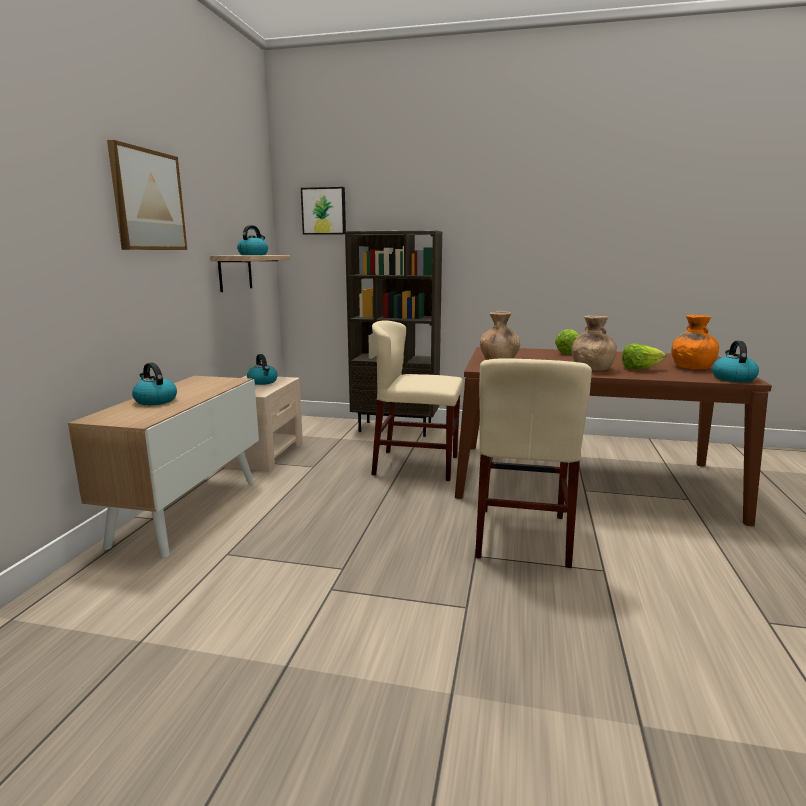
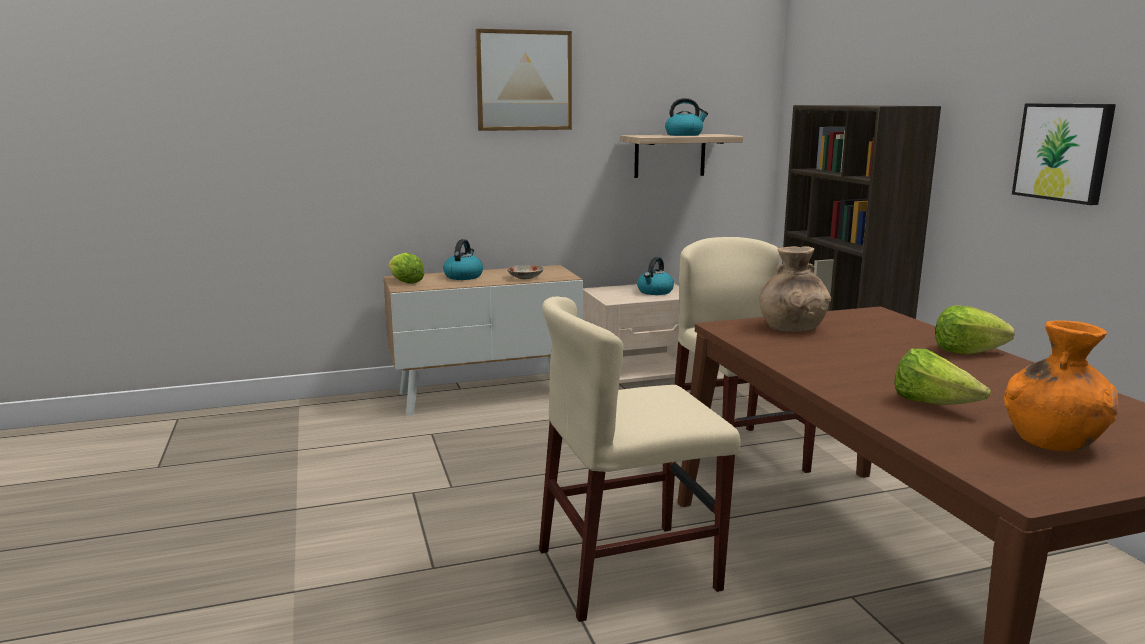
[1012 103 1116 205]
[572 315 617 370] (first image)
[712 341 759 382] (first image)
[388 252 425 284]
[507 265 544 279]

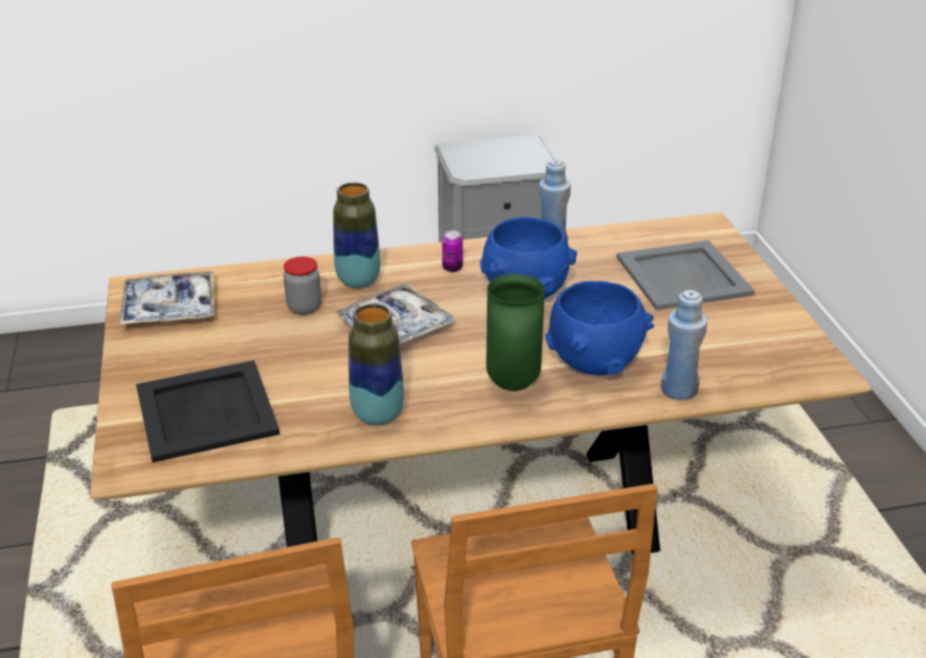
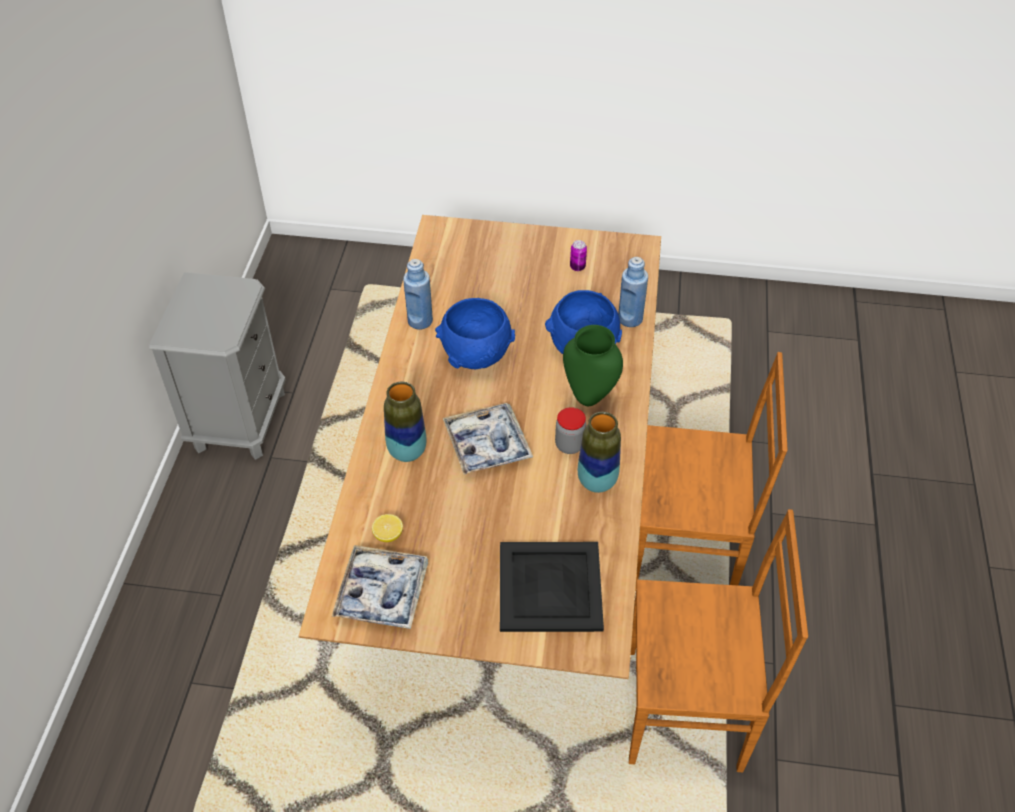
[570 240 587 271]
[617 240 755 310] (first image)
[555 407 586 454]
[372 514 403 542]

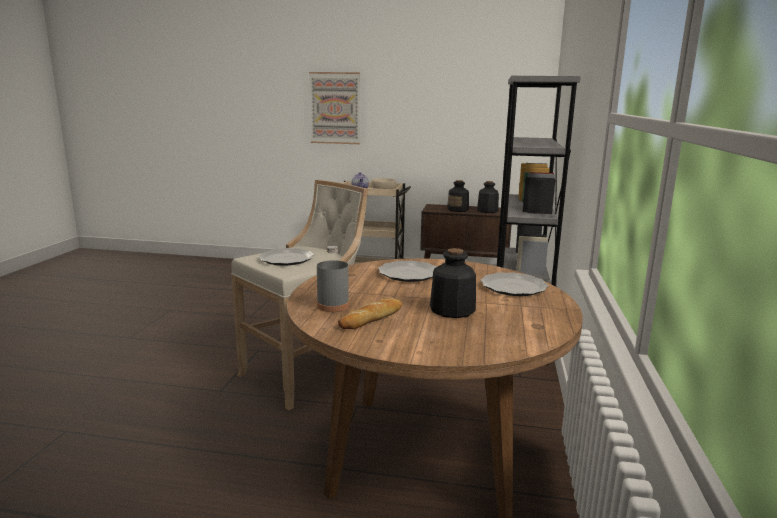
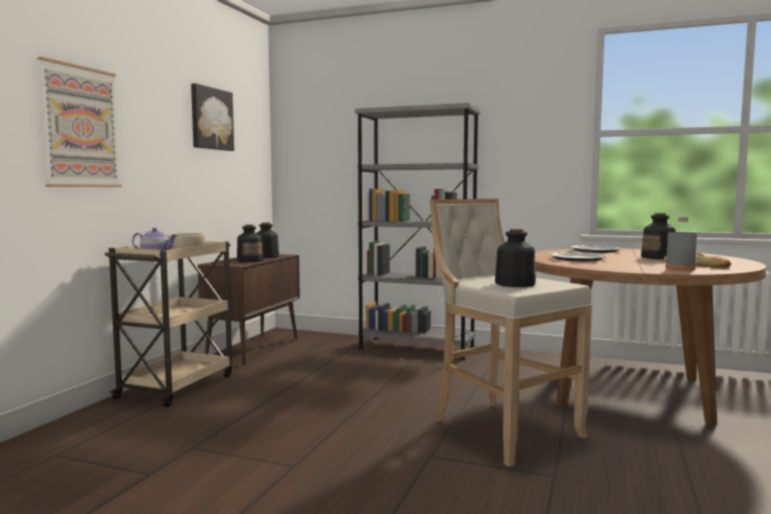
[495 229 536 287]
[191 83 234 151]

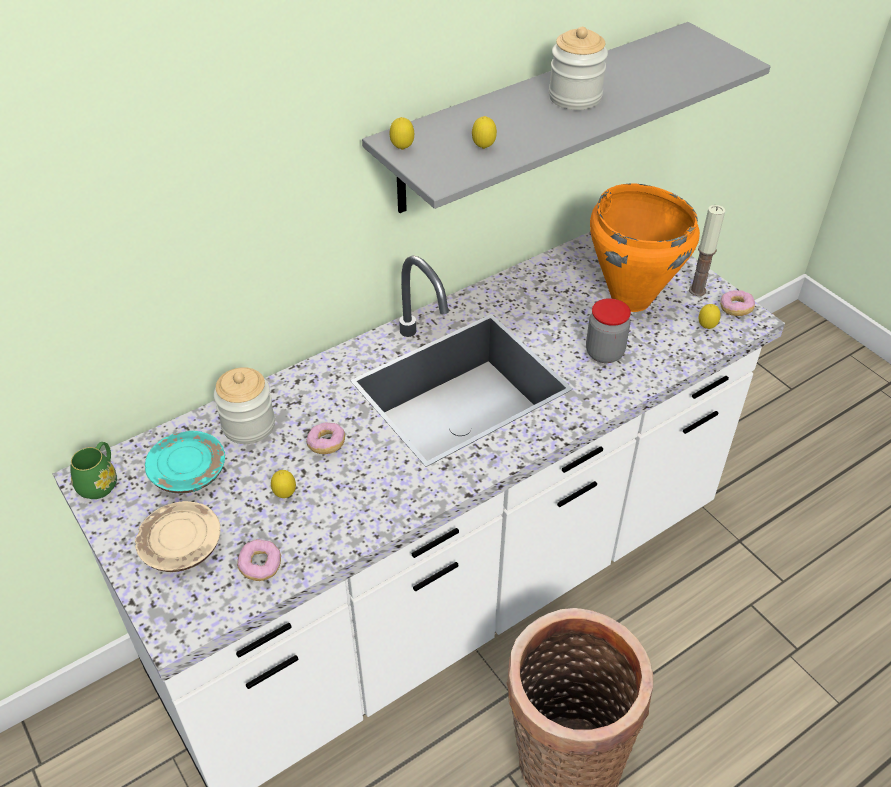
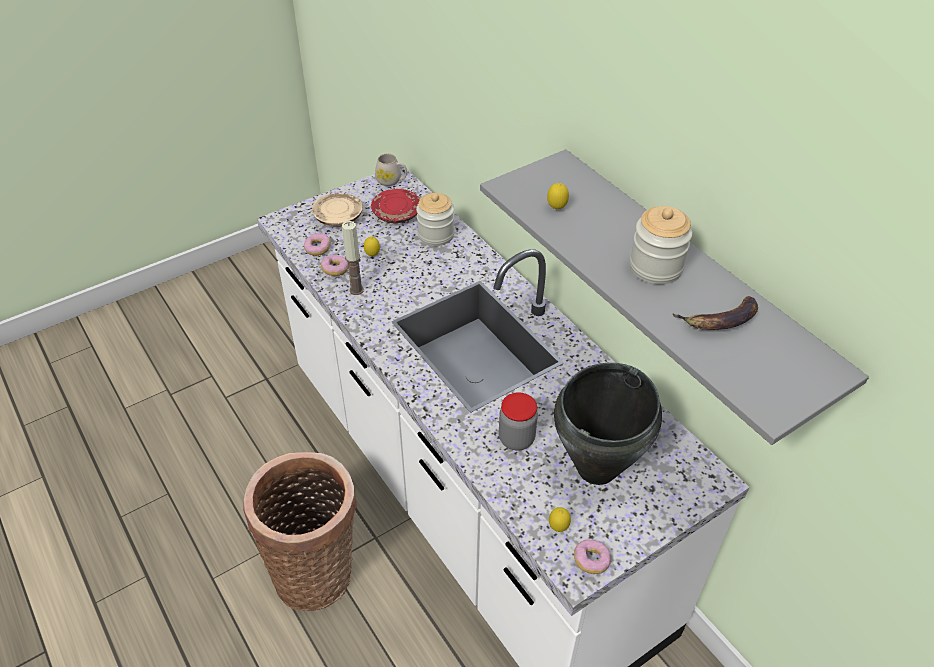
[390 117 414 150] (first image)
[554 363 662 485]
[342 221 364 295]
[321 255 348 276]
[371 189 420 223]
[375 154 407 186]
[672 296 758 330]

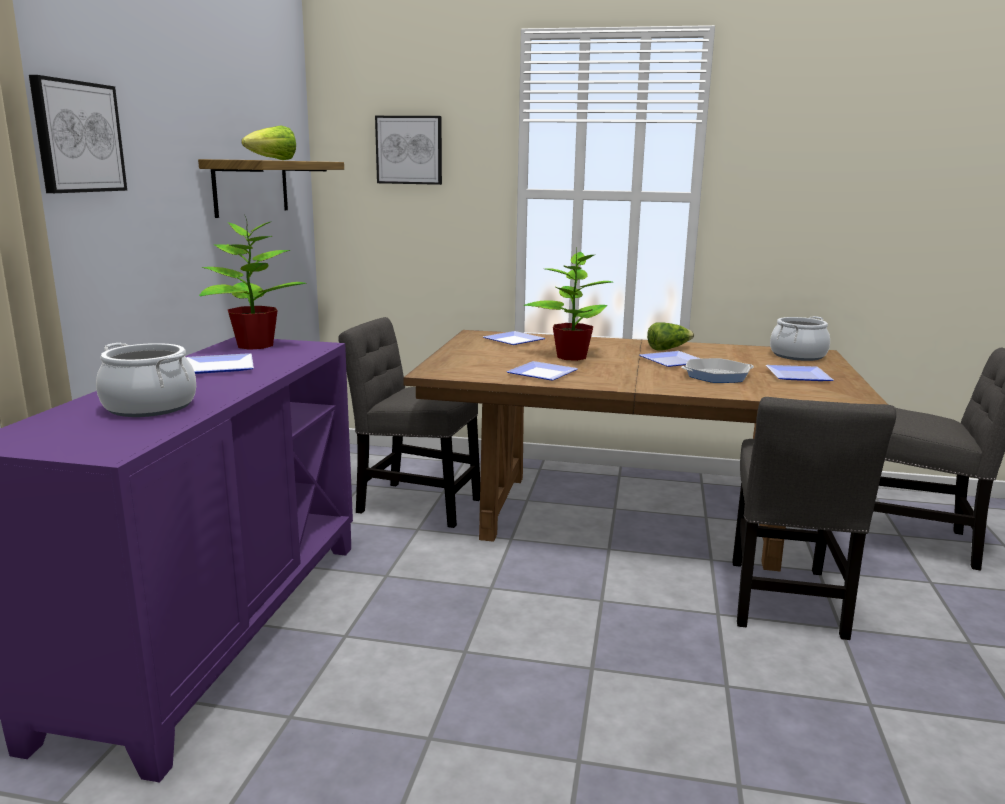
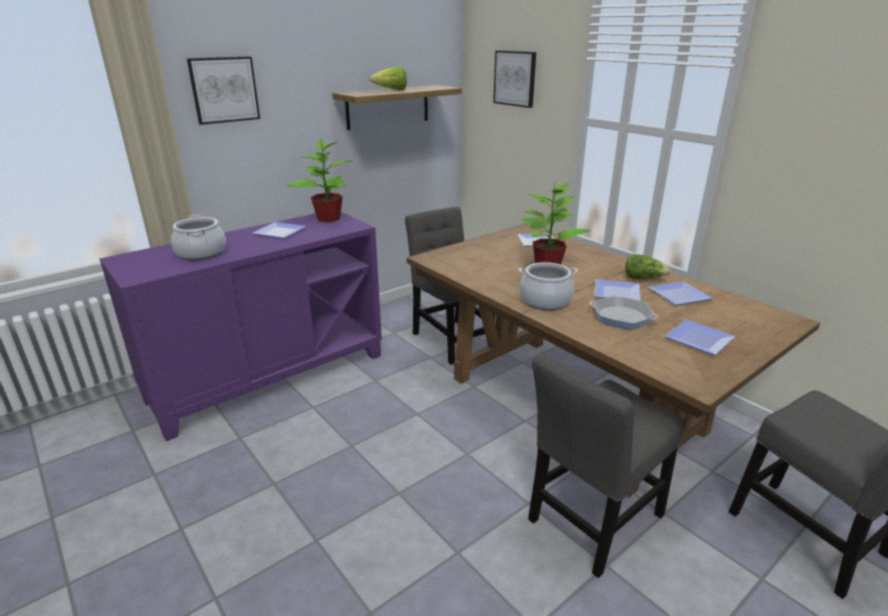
[518 262 578 310]
[648 281 713 305]

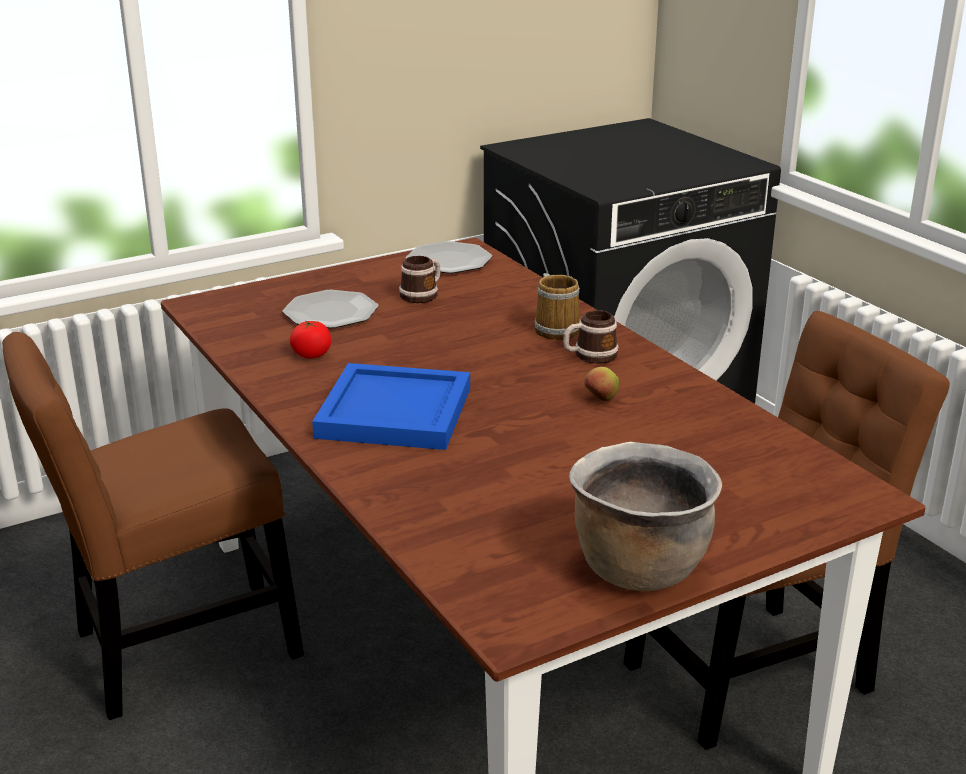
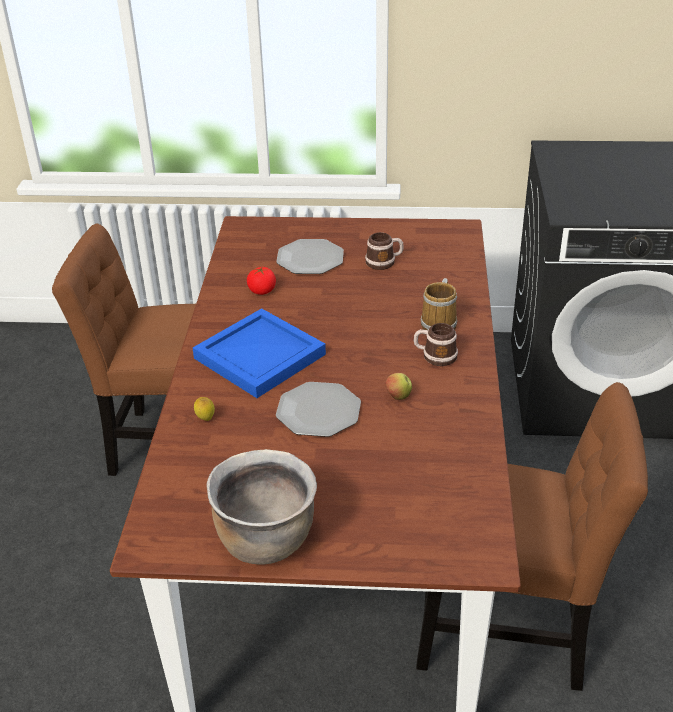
[276 382 361 437]
[194 397 215 421]

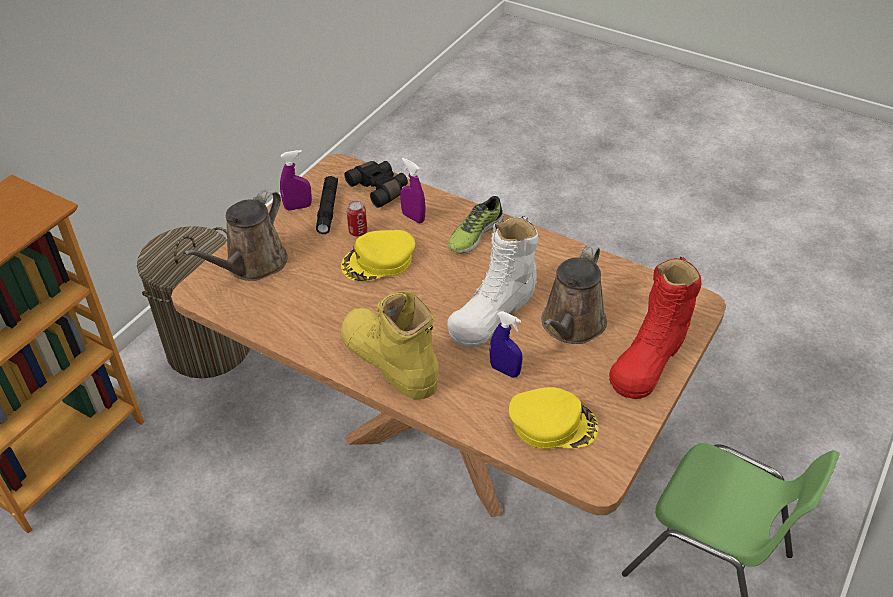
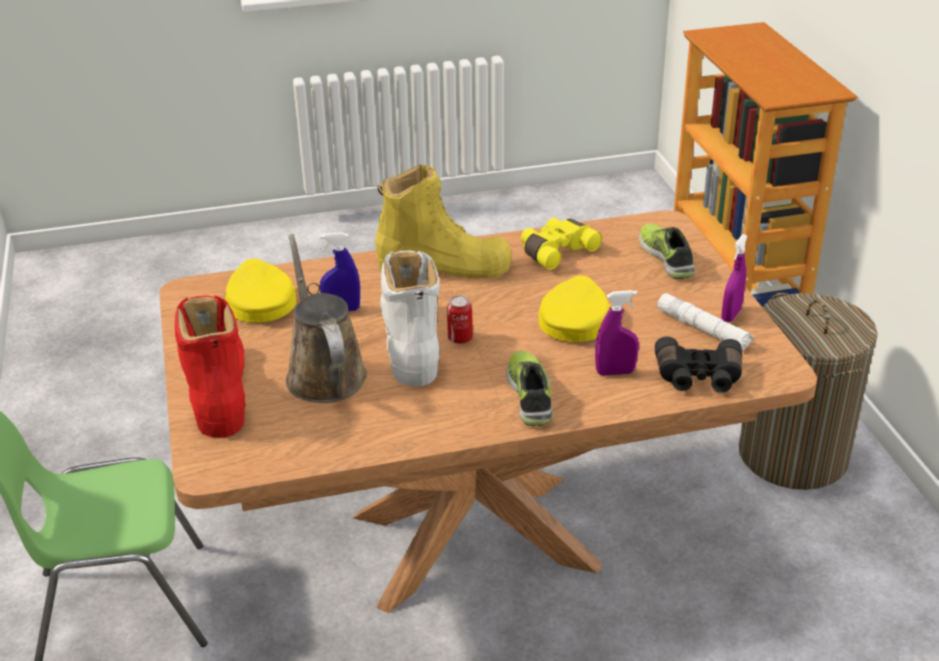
[657 293 754 350]
[639 224 695 279]
[447 295 473 344]
[225 259 296 323]
[521 218 602 270]

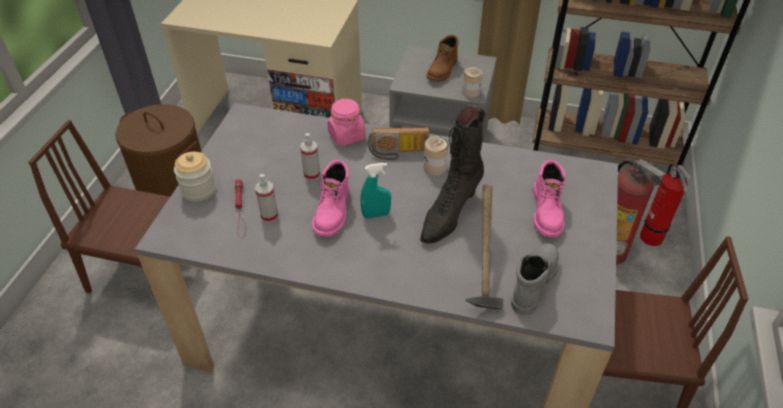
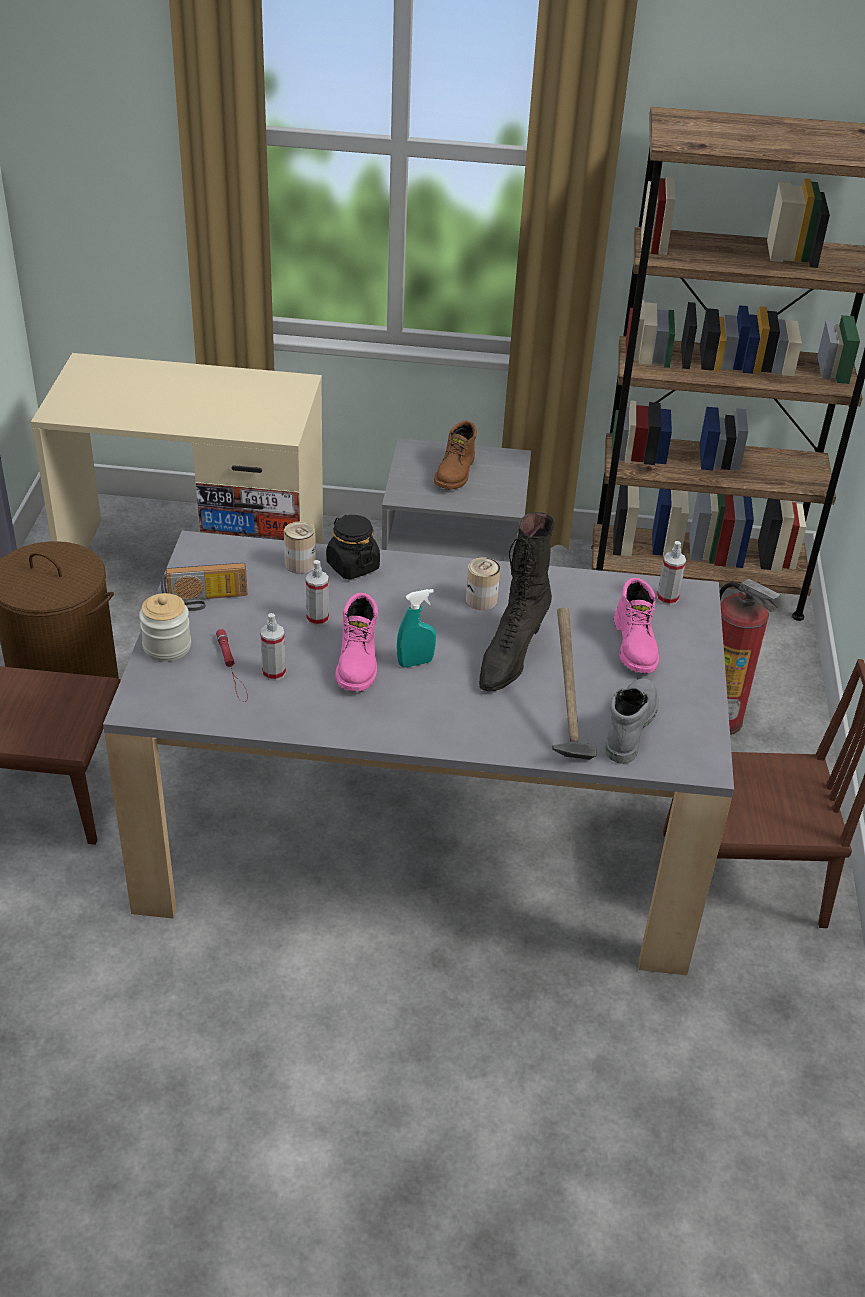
[284 522 316 573]
[326 515 380 579]
[161 563 247 611]
[640 164 691 246] (first image)
[657 541 686 605]

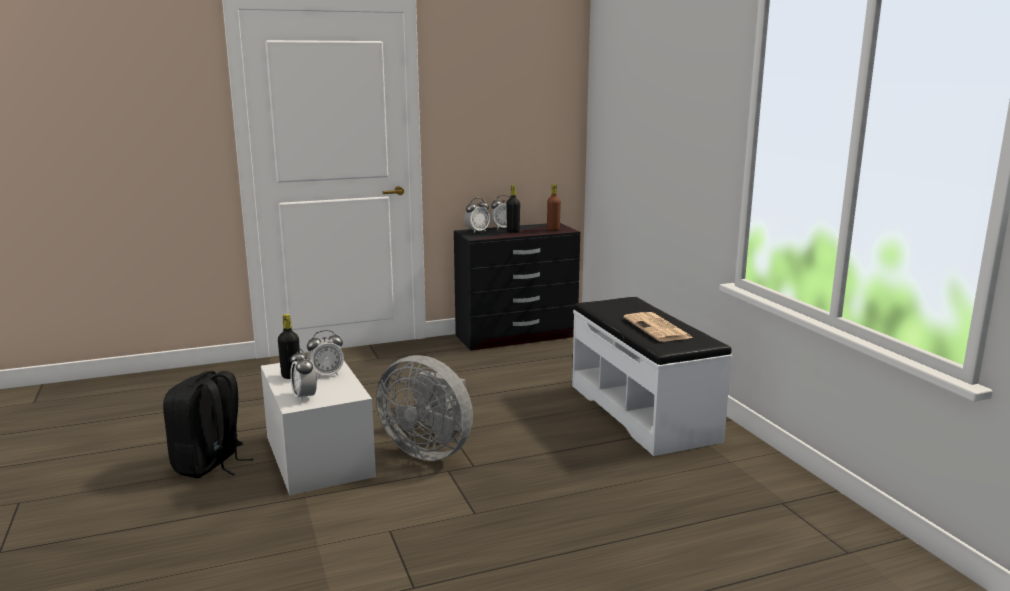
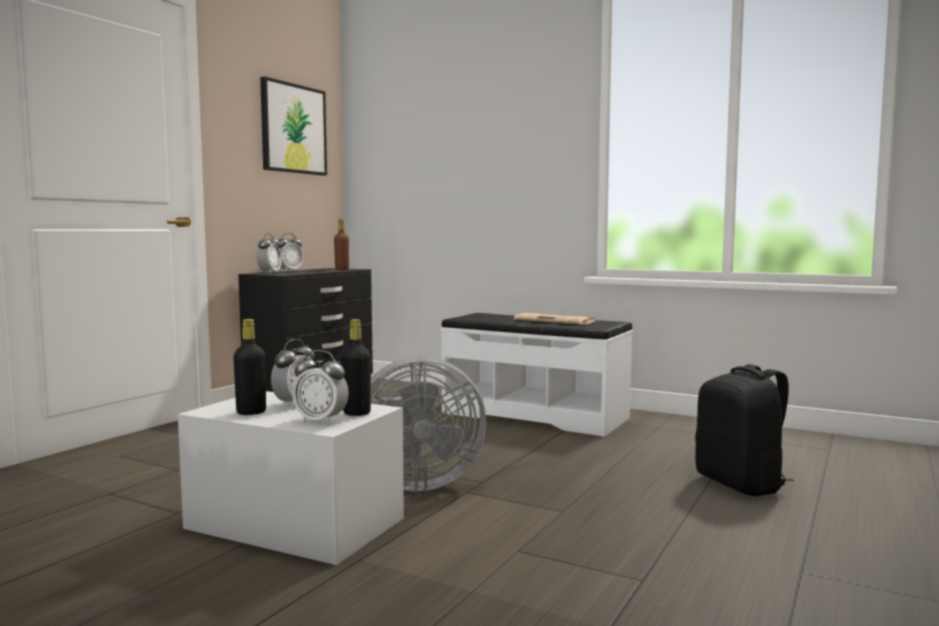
[341 319 371 416]
[695 364 793 496]
[260 76 327 176]

